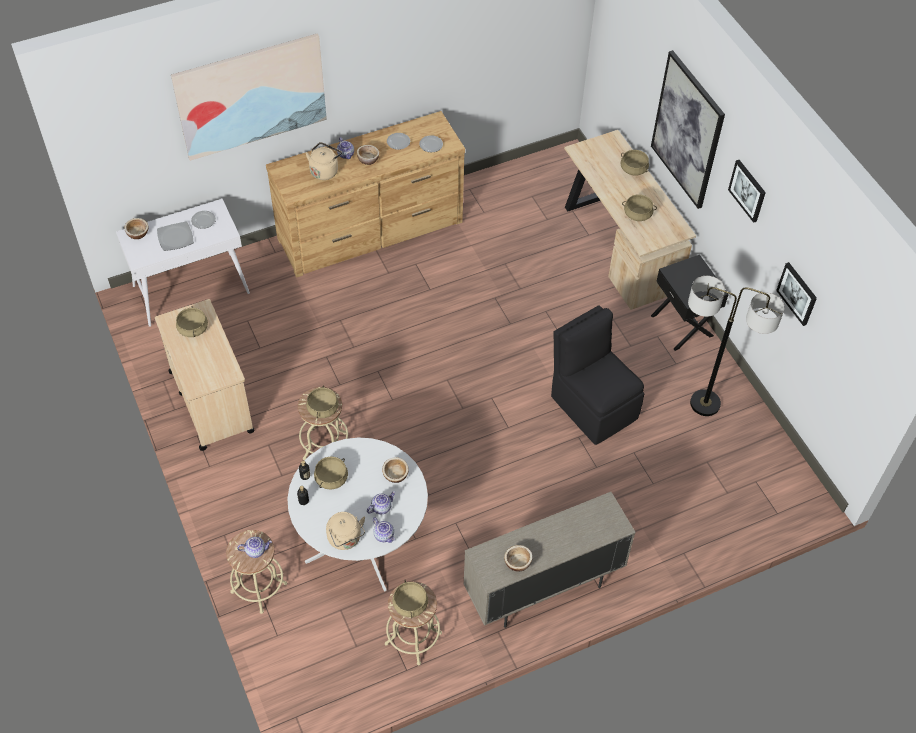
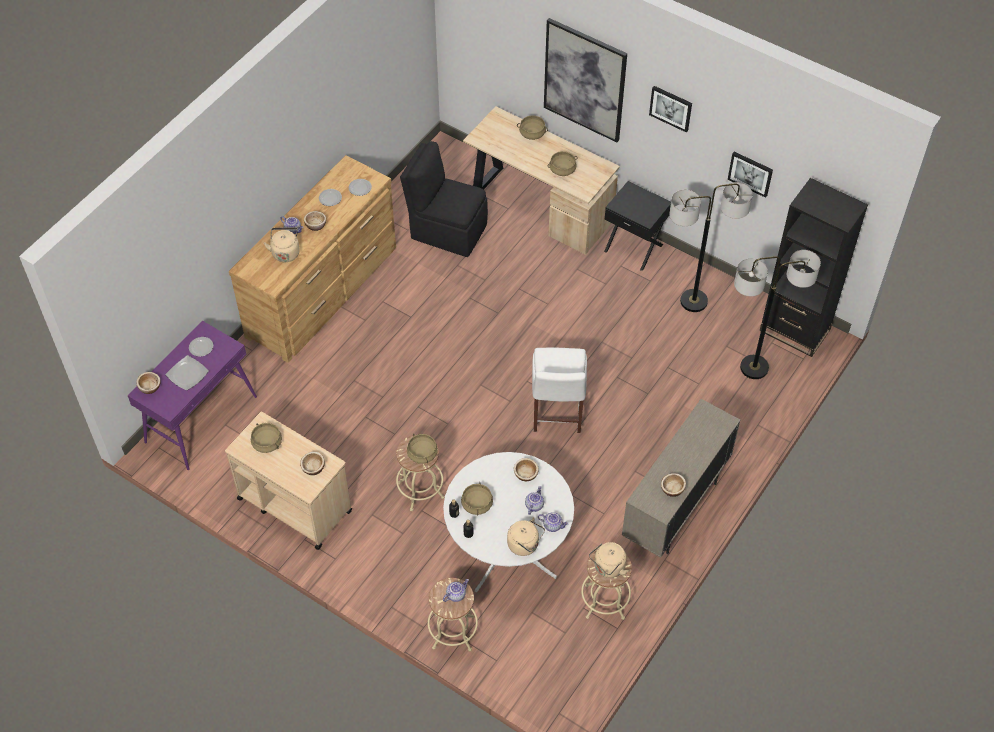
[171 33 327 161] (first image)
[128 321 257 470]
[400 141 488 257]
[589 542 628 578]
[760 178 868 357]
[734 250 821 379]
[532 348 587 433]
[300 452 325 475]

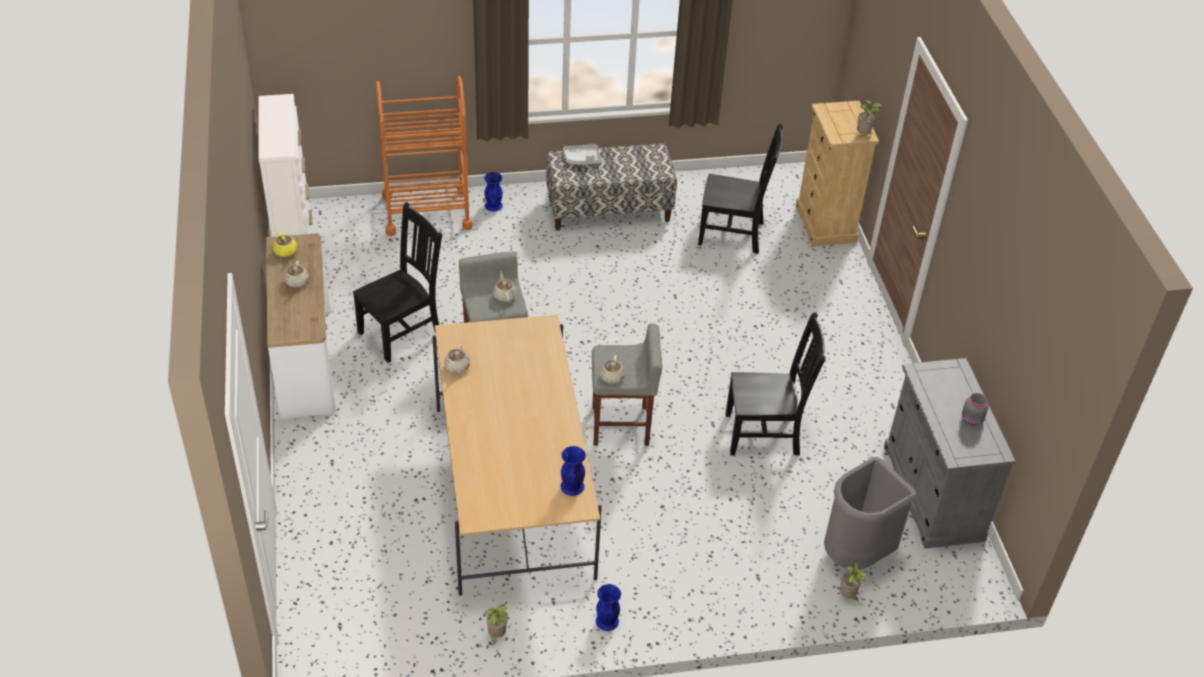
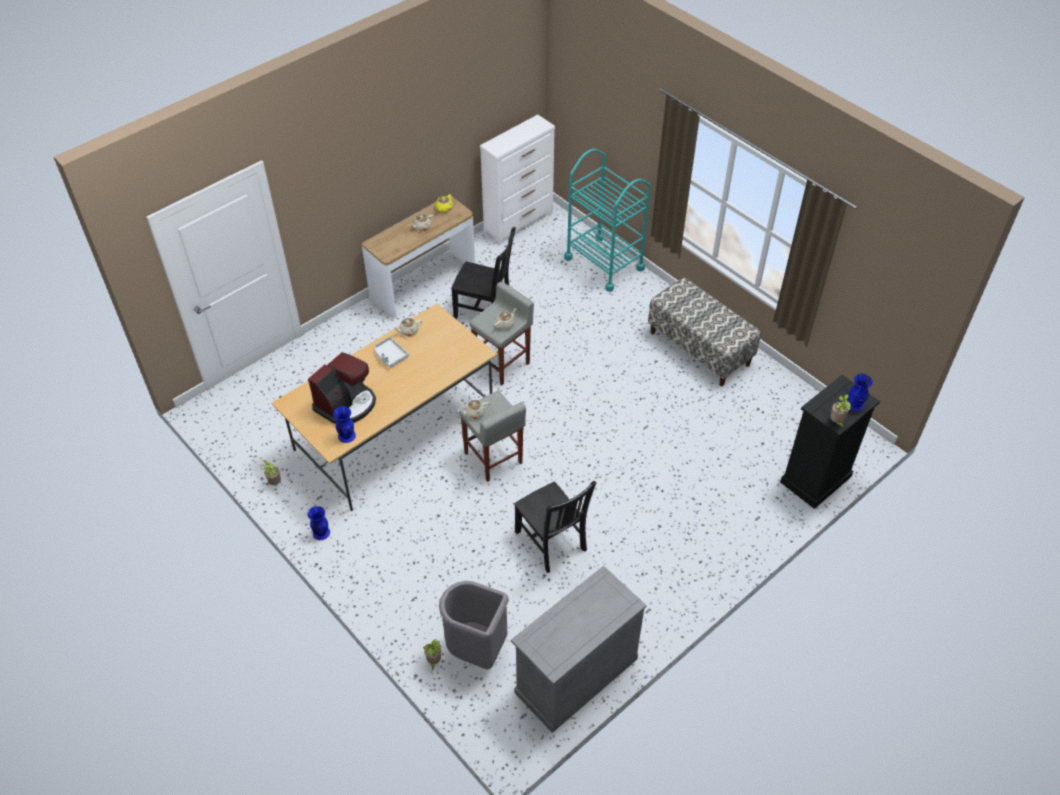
[564 149 651 292]
[780 375 880 509]
[698 124 783 254] (first image)
[374 337 409 368]
[847 374 873 412]
[962 393 988 426] (first image)
[308 352 376 424]

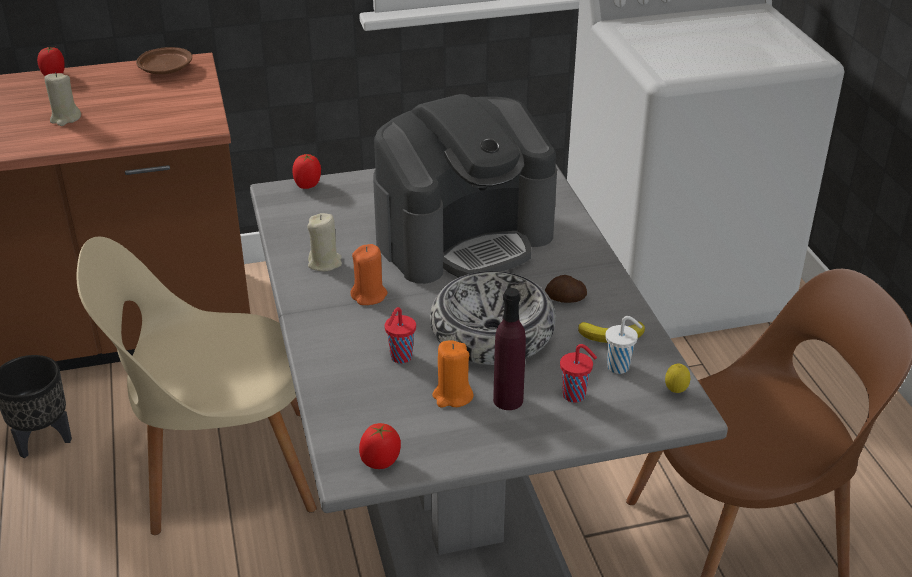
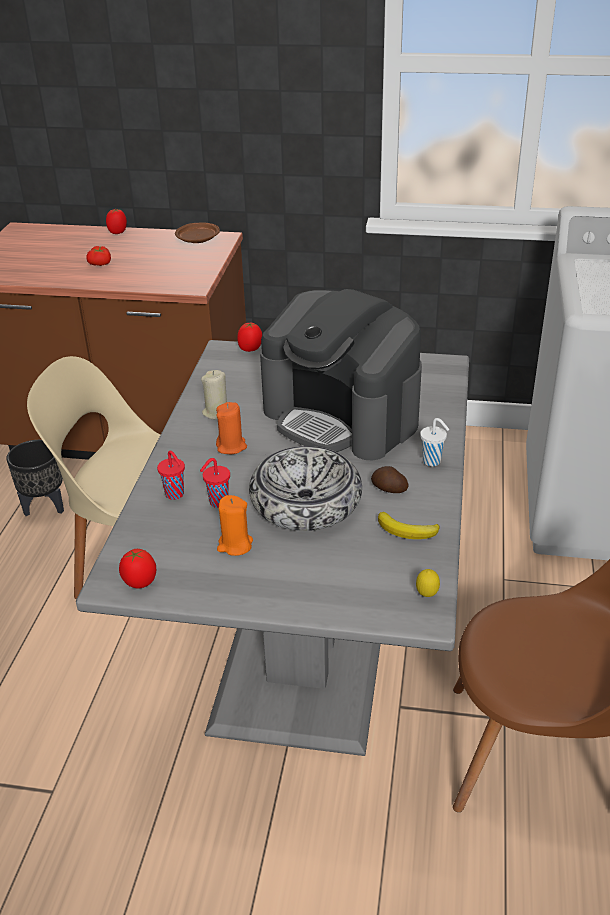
[87 246 111 266]
[260 289 422 460]
[493 288 526 410] (first image)
[420 418 449 466]
[157 451 185 500]

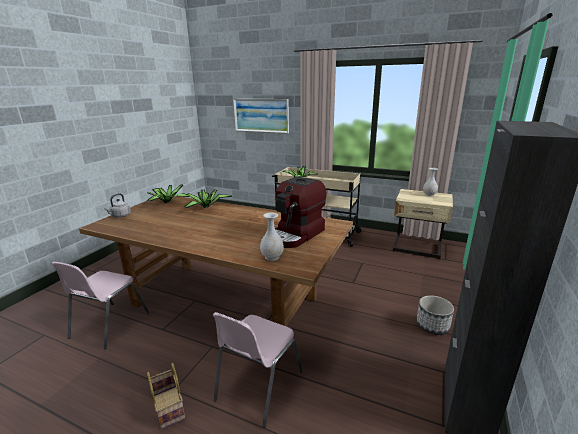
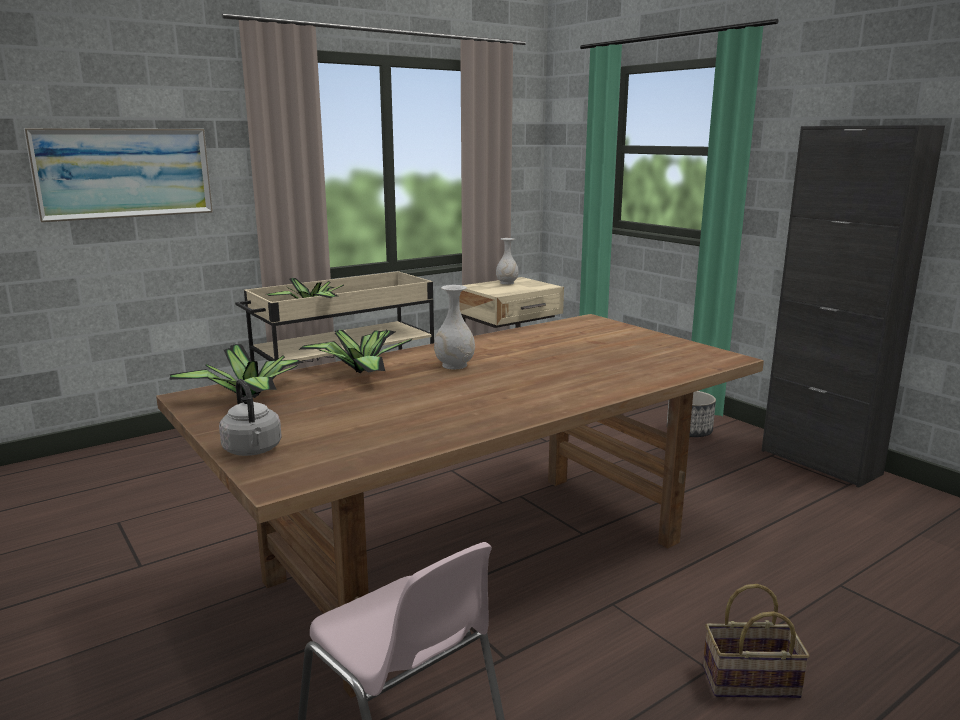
[275 176 327 248] (first image)
[434 285 475 369]
[213 312 303 428] (first image)

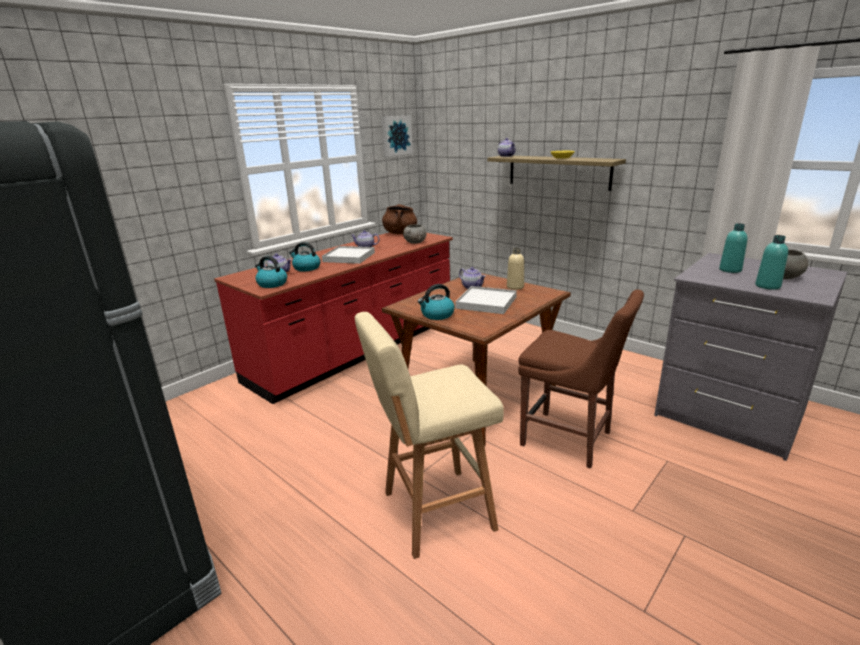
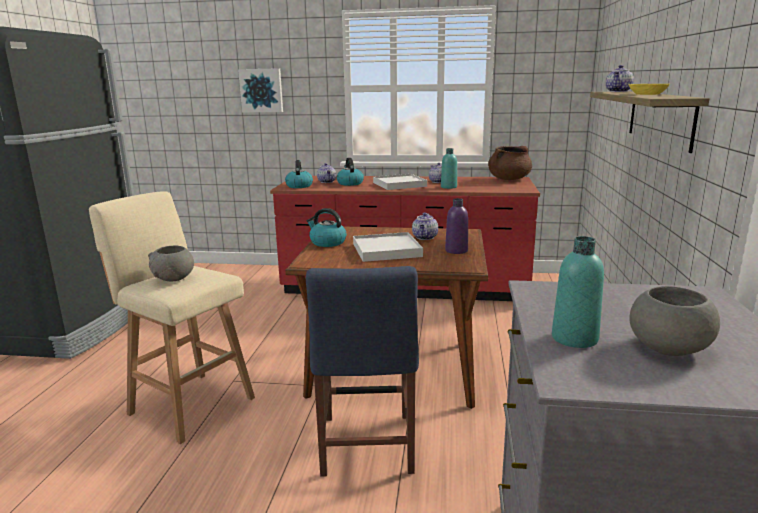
[238 68 283 113]
[441 148 457 189]
[148 246 194 281]
[445 198 468 254]
[306 266 419 477]

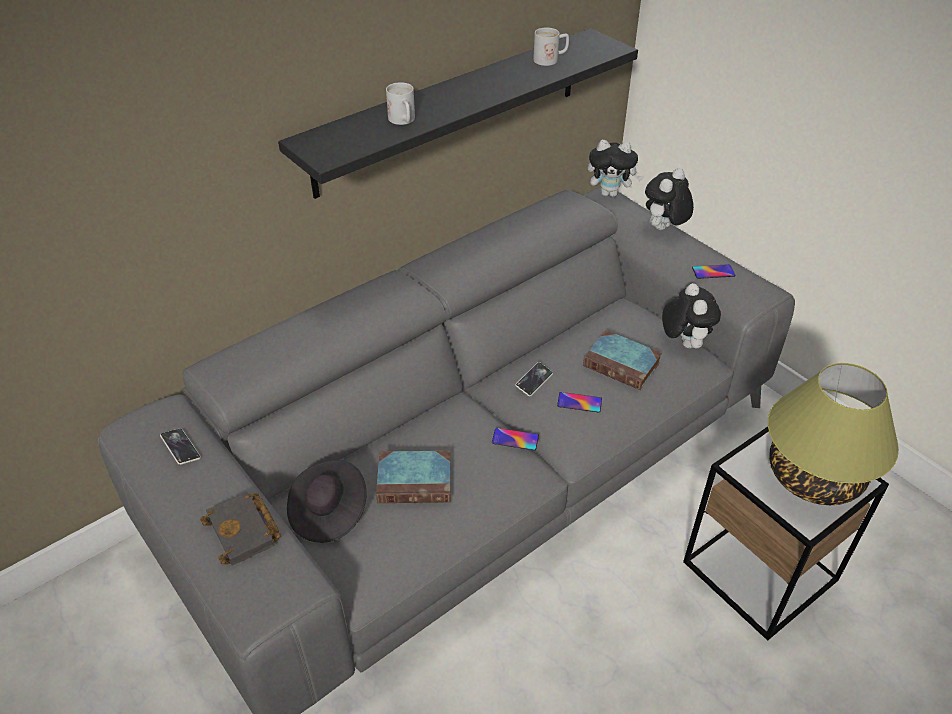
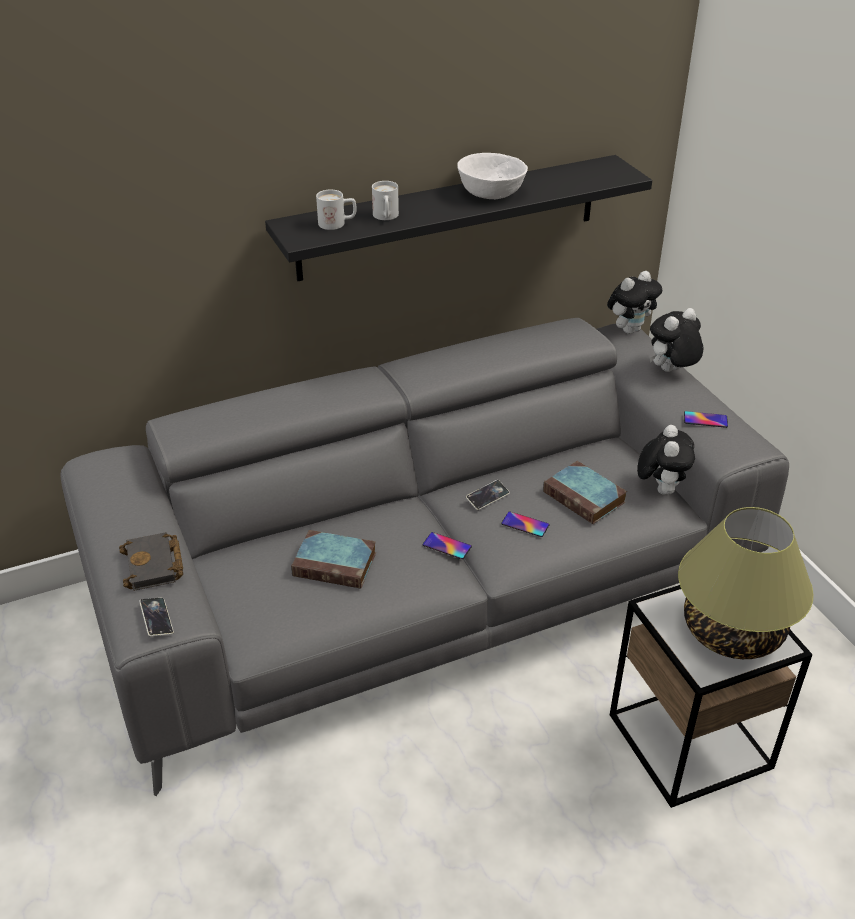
[316 190 357 230]
[607 271 662 334]
[139 598 174 637]
[287 460 367 543] (first image)
[457 153 528 199]

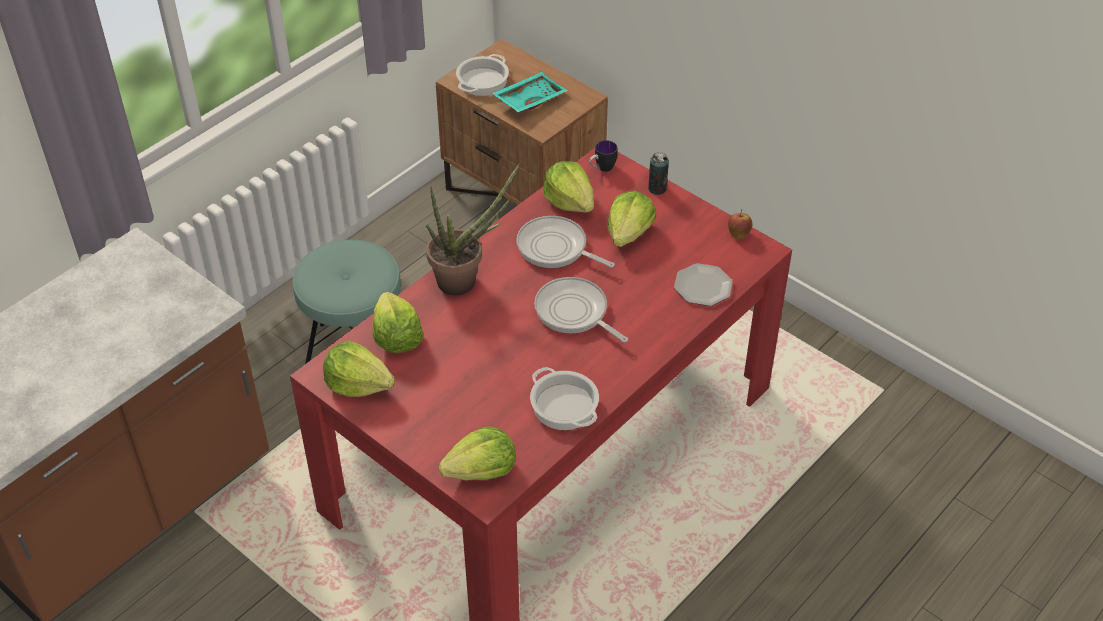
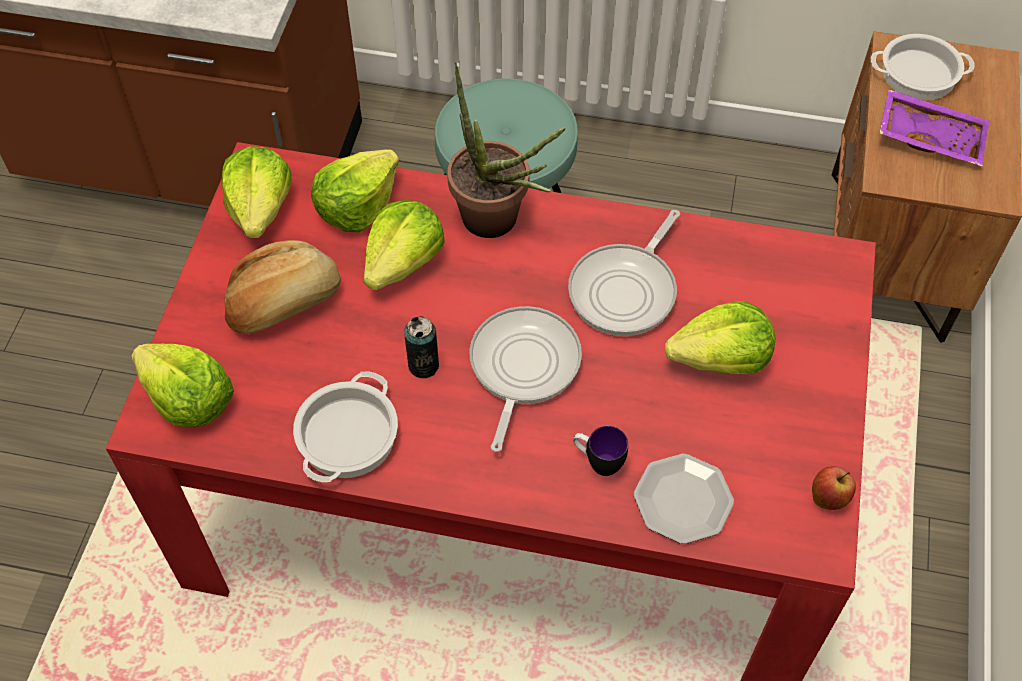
[879 89 989 166]
[573 426 628 476]
[404 316 439 378]
[364 200 445 290]
[568 210 680 336]
[224 240 341 334]

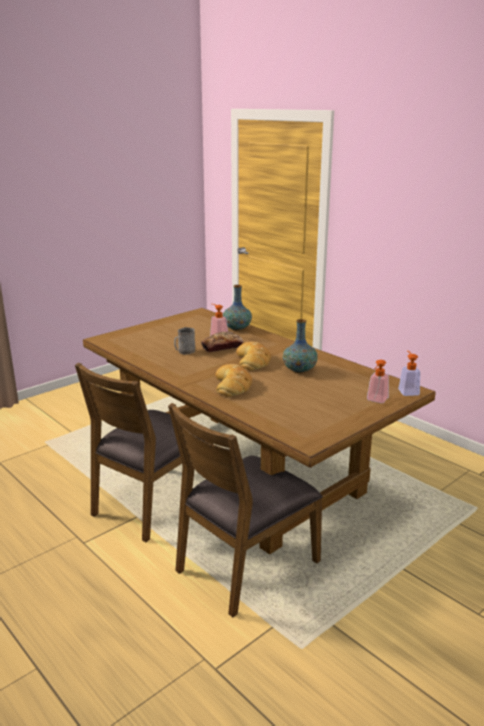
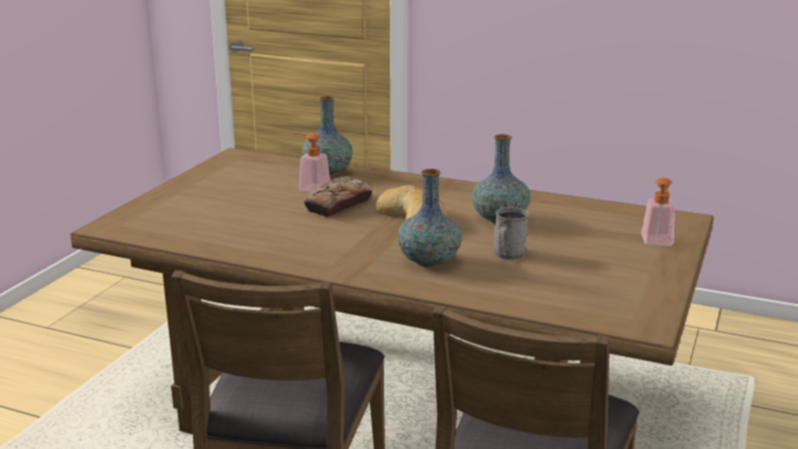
[494 207 528 260]
[398 351 420 396] (first image)
[398 169 462 267]

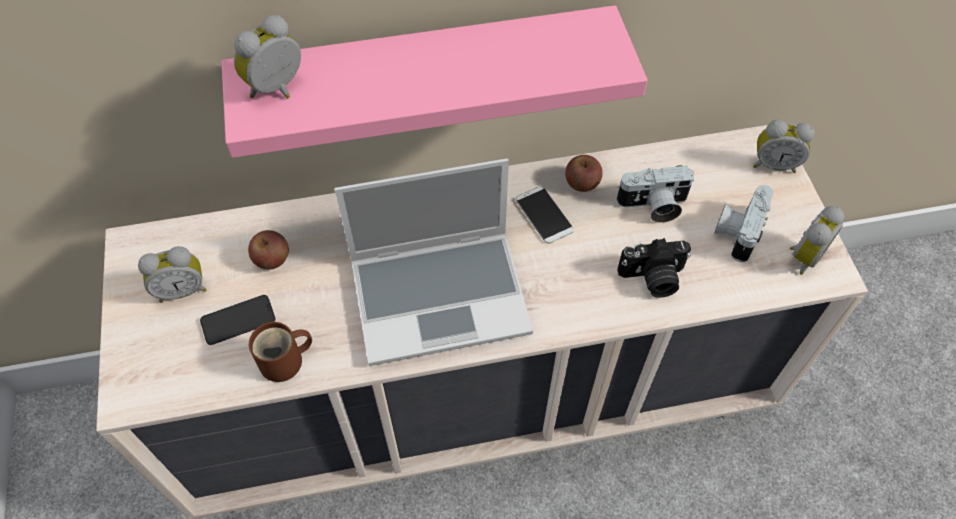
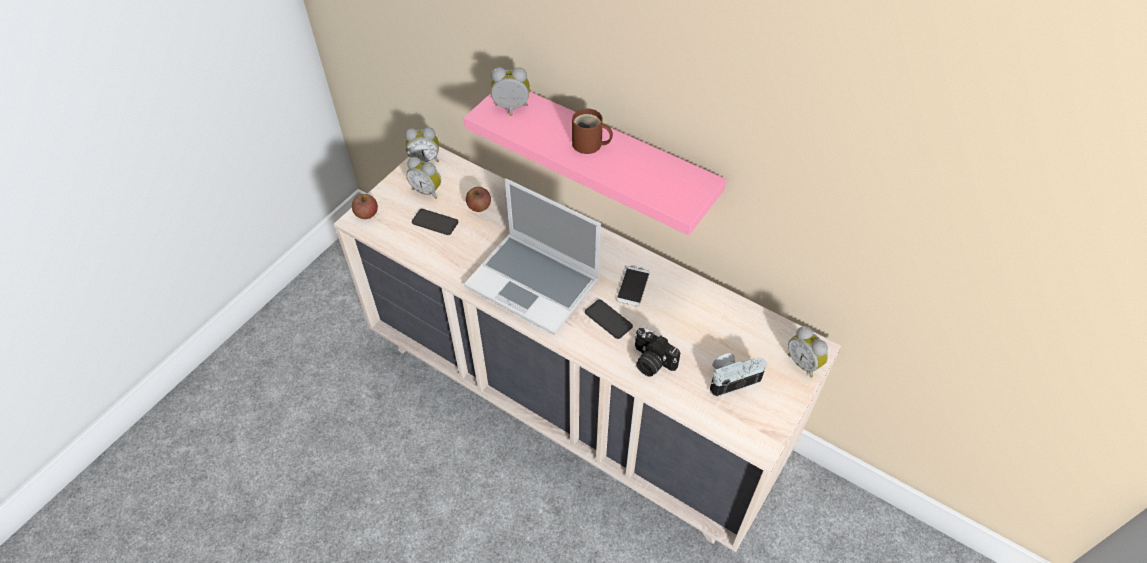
[352 194 378 219]
[616 165 694 223] (first image)
[405 127 439 162]
[572 109 613 154]
[585 299 633 339]

